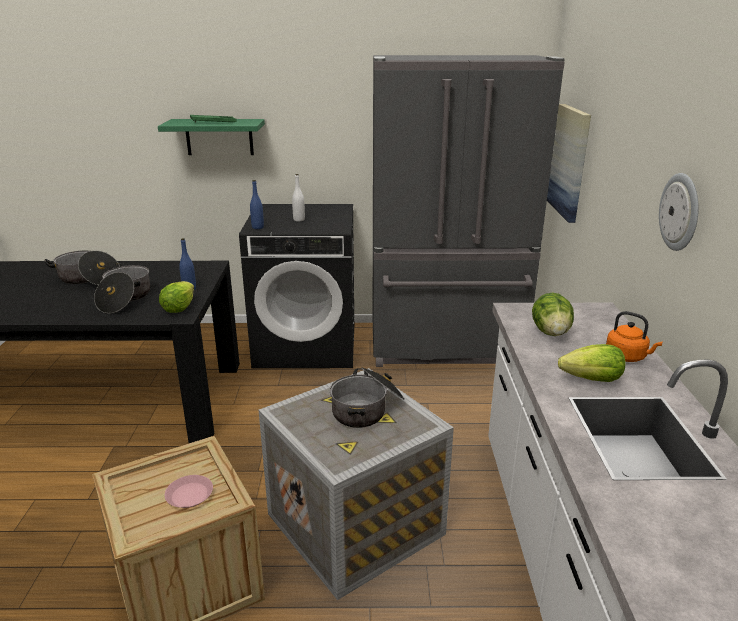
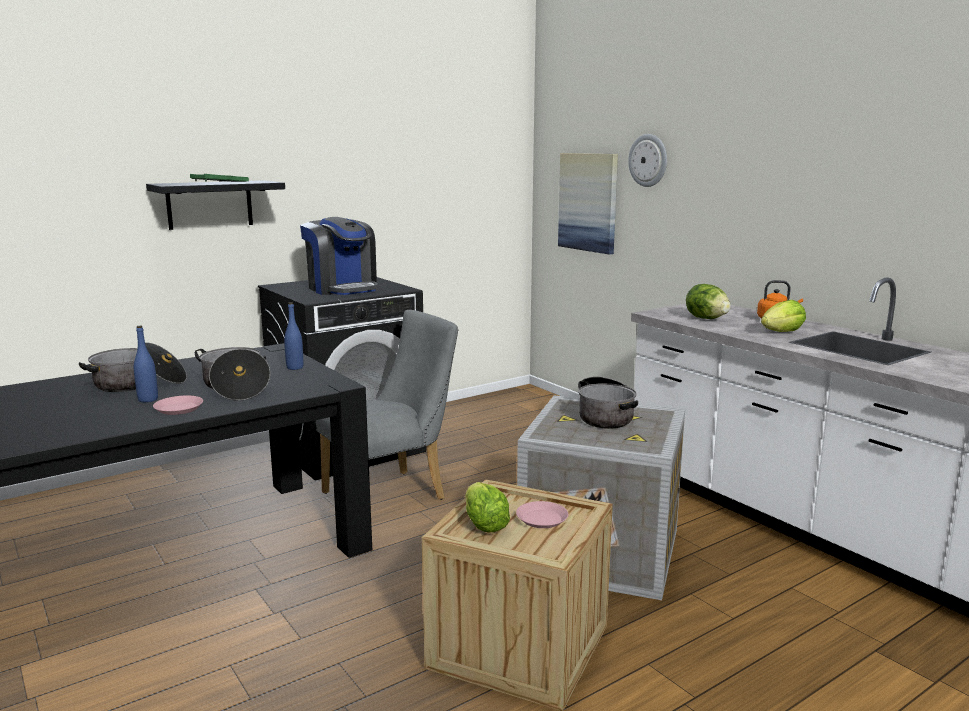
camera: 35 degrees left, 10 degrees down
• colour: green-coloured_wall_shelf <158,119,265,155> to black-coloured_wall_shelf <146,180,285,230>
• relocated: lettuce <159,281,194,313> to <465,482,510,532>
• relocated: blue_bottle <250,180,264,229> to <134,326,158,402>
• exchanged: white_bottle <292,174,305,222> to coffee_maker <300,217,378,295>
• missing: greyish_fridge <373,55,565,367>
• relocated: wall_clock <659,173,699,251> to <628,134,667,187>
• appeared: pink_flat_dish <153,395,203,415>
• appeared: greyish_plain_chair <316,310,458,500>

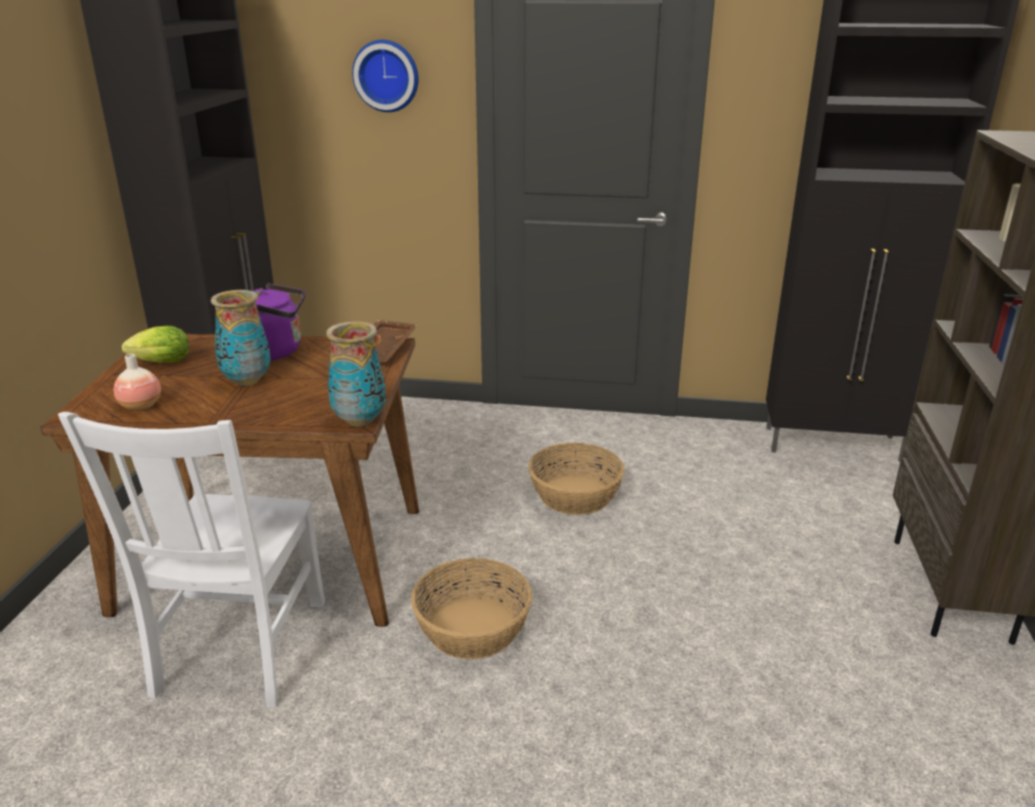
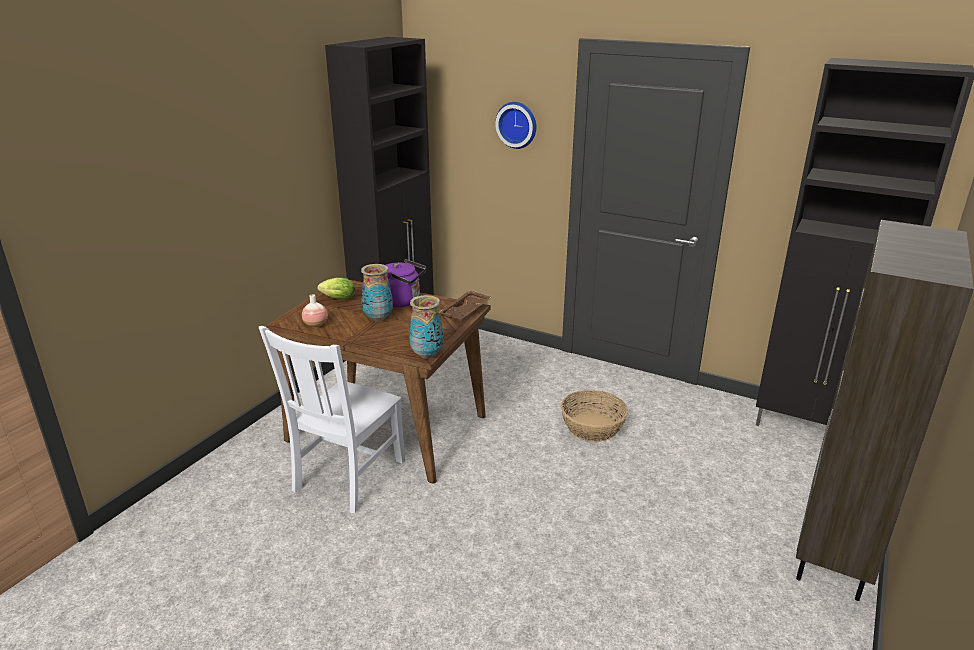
camera: 20 degrees right, 0 degrees up
• missing: storage_basket <411,558,532,659>

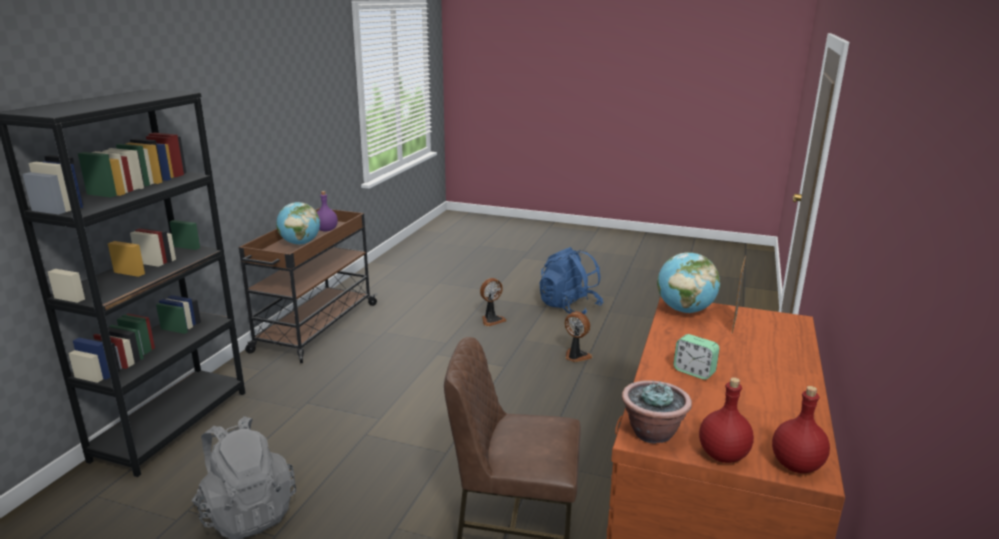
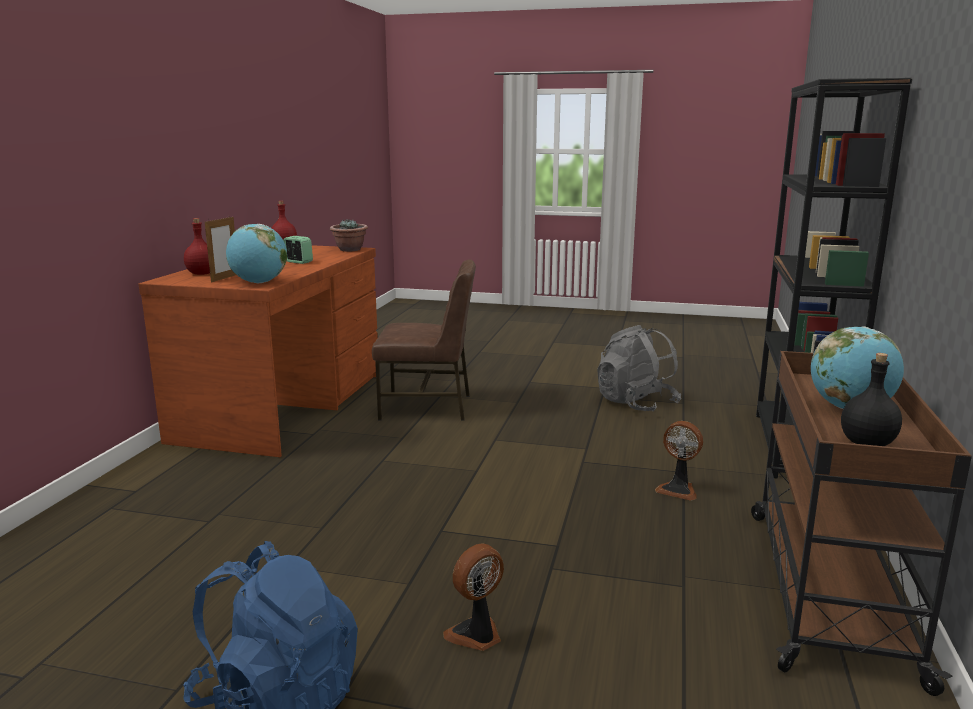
camera: 175 degrees right, 5 degrees down
• colour: purple_bottle <317,191,338,231> to black-coloured_bottle <841,353,902,446>
• relocated: fan <565,311,592,362> to <655,421,703,501>
• relocated: red_bottle <699,377,754,463> to <184,218,210,275>

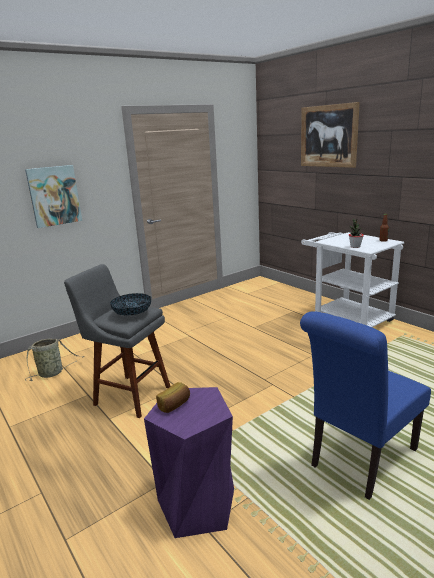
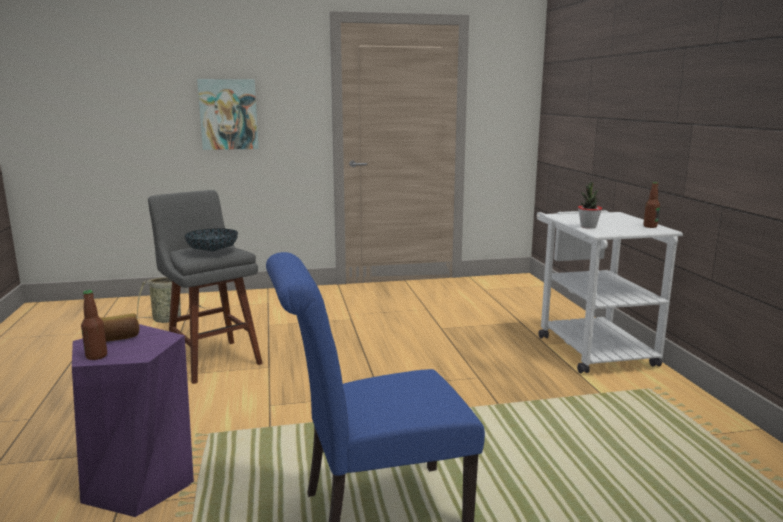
camera: 25 degrees right, 5 degrees down
• missing: picture <301,102,360,168>
• appeared: bottle <81,290,107,360>

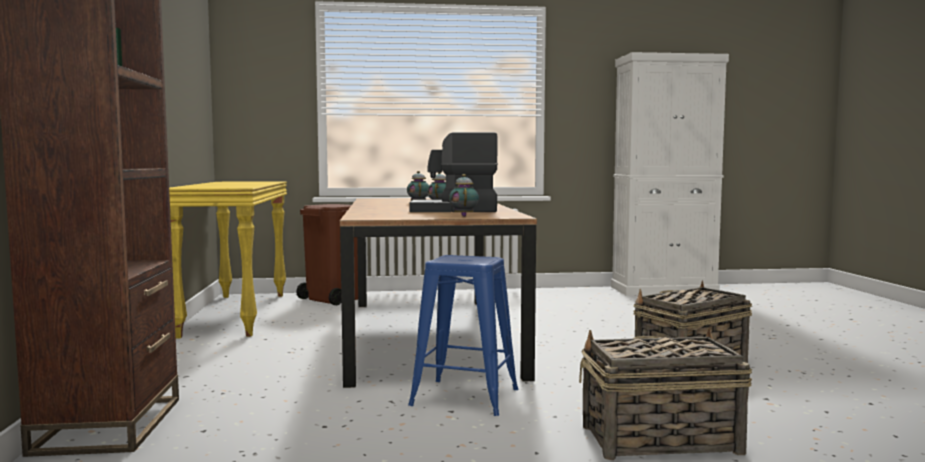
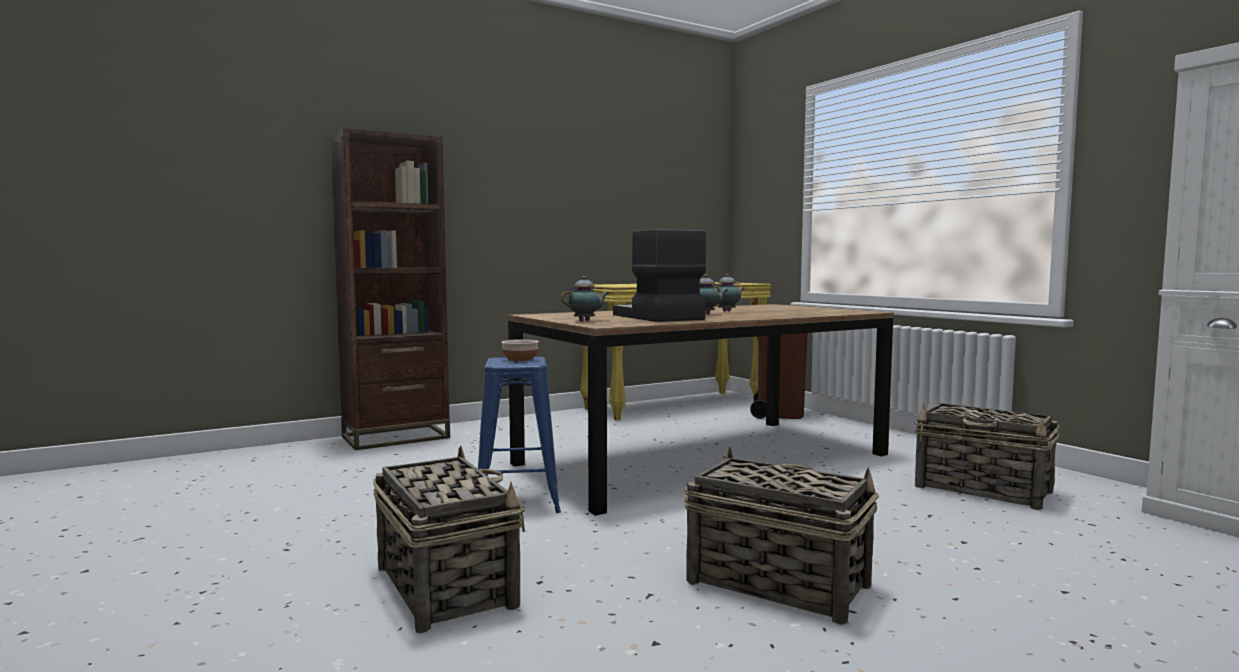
camera: 65 degrees right, 0 degrees up
• appeared: bowl <501,339,539,361>
• appeared: storage_basket <914,403,1060,510>

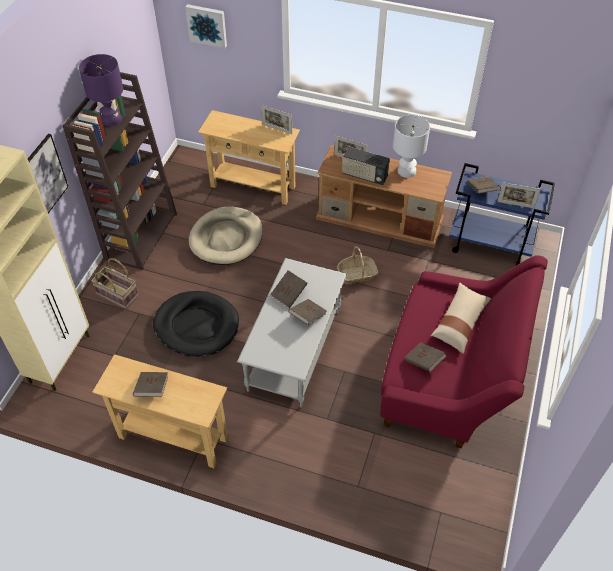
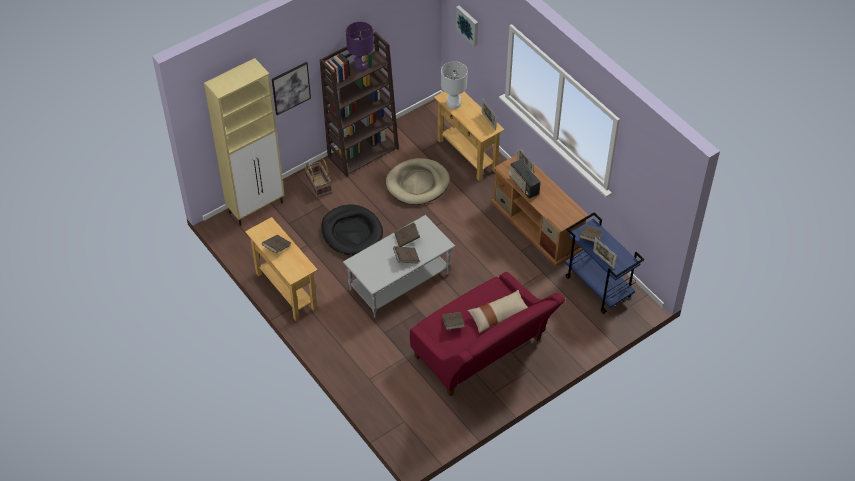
camera: 35 degrees right, 0 degrees up
• missing: storage_basket <337,246,378,284>
• relocated: white_lamp_for_a_table <393,115,430,178> to <441,61,468,109>

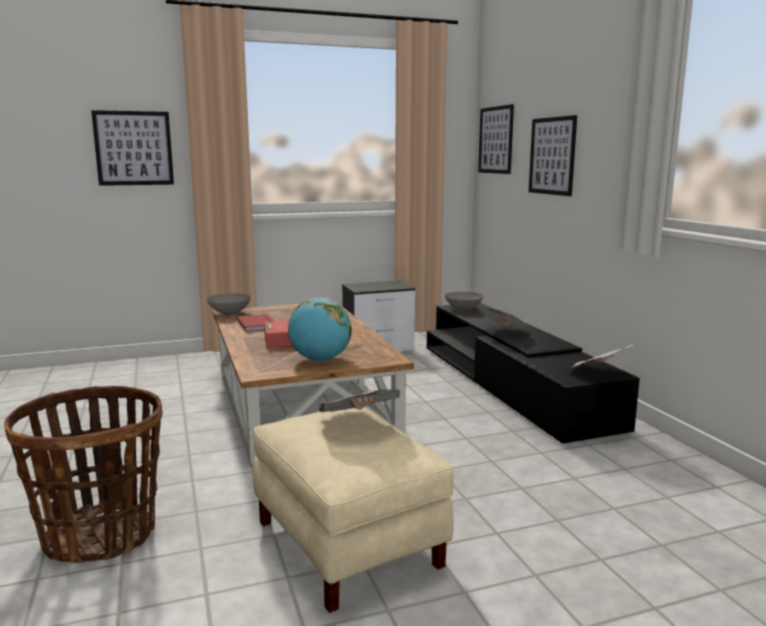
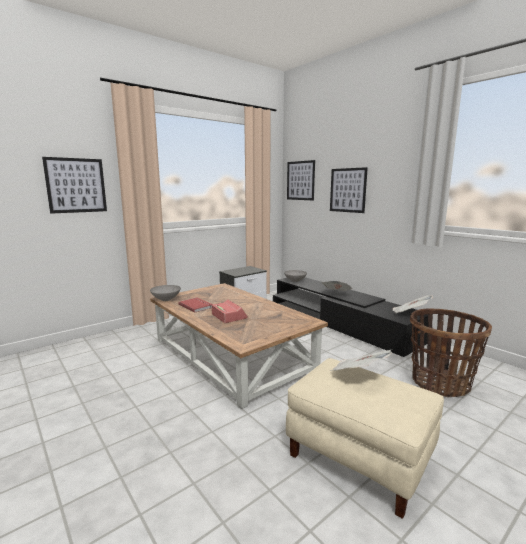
camera: 20 degrees left, 0 degrees up
• relocated: storage_basket <4,386,163,563> to <410,308,492,398>
• missing: world_globe <288,298,352,361>

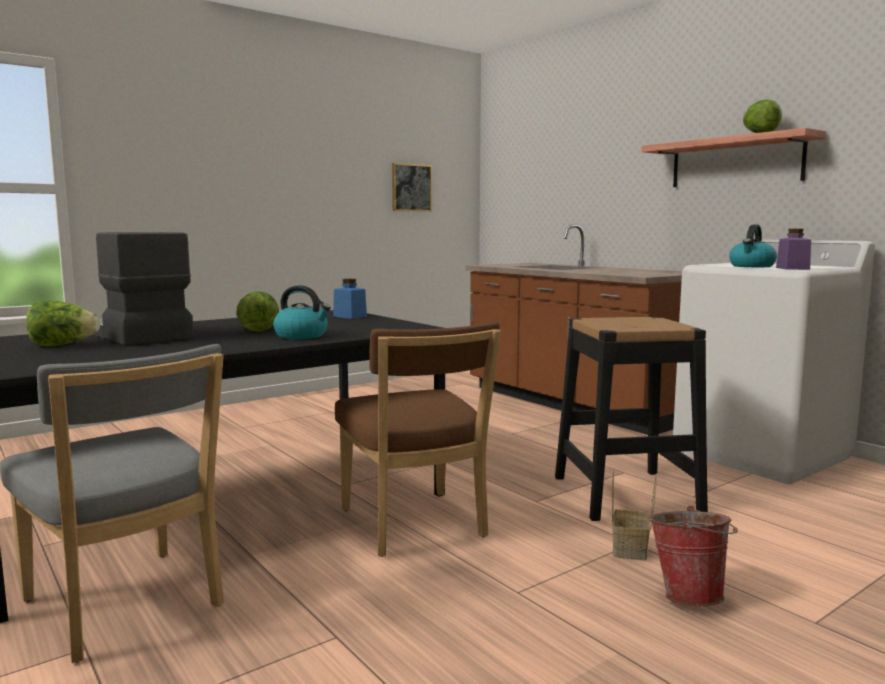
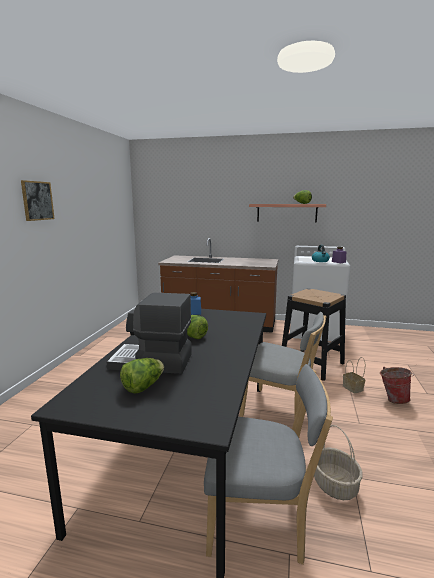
camera: 40 degrees left, 5 degrees up
• missing: tea_kettle <273,285,331,339>
• colour: brown_plain_chair <335,322,501,557> to greyish_plain_chair <240,312,326,420>
• relocated: picture <392,163,432,212> to <21,180,55,221>
• appeared: storage_basket <314,425,363,500>

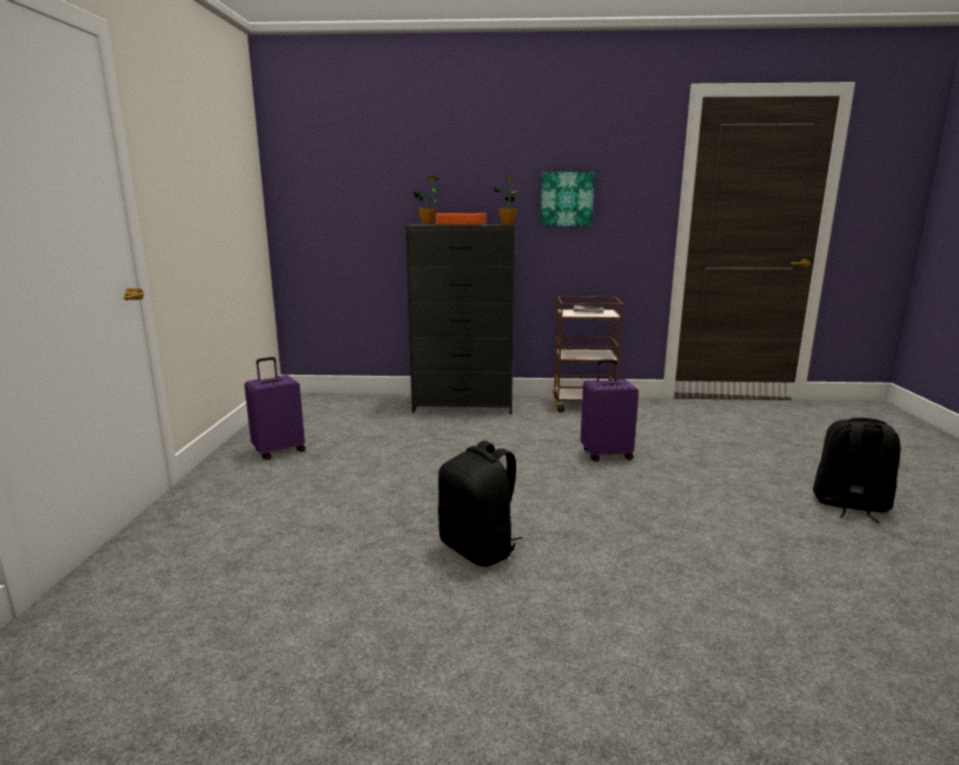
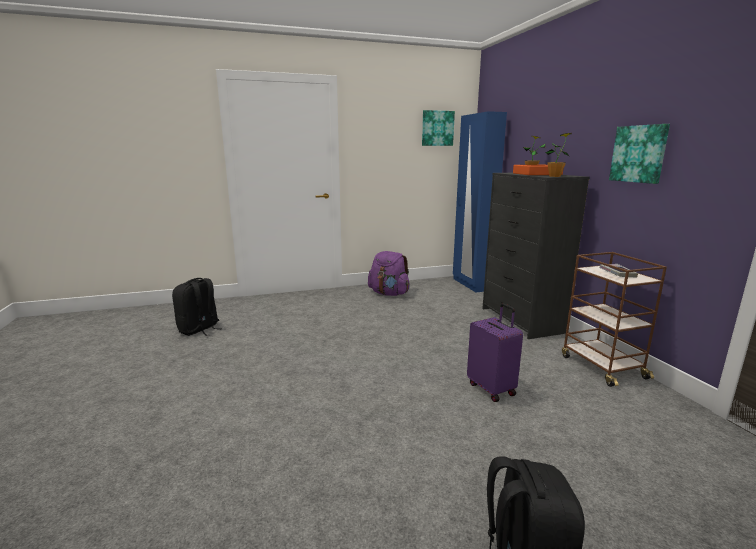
camera: 70 degrees right, 0 degrees up
• exchanged: purple_suitcase <244,357,306,460> to purple_rucksack <368,251,409,296>
• relocated: black-coloured_rucksack <438,441,523,567> to <172,278,221,336>
• appeared: picture <422,110,455,146>
• appeared: blue_clothes_cupboard <453,111,507,293>

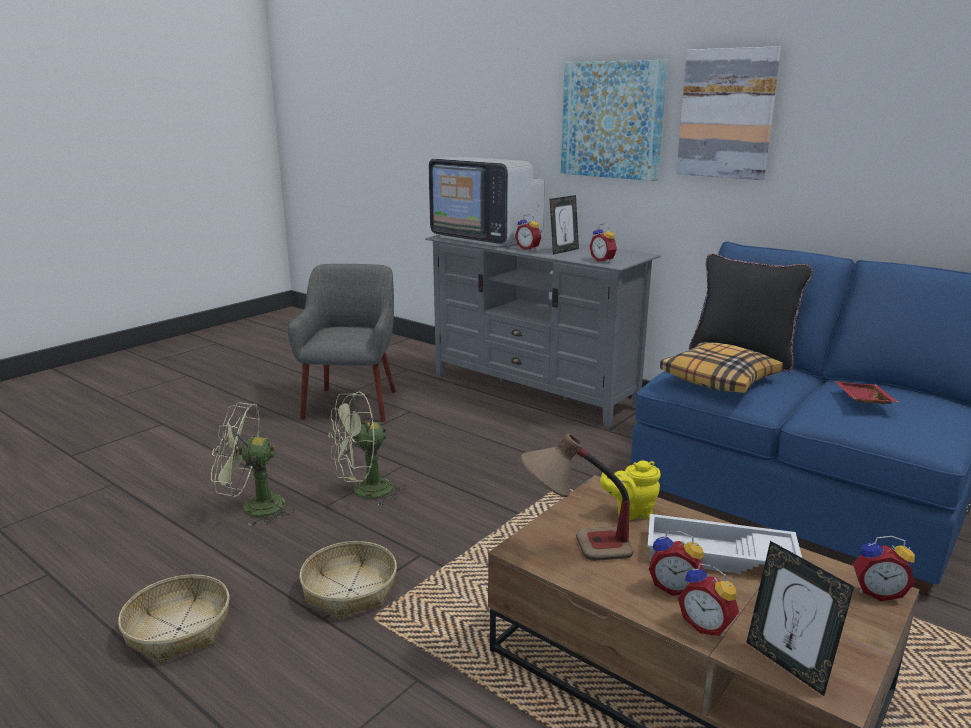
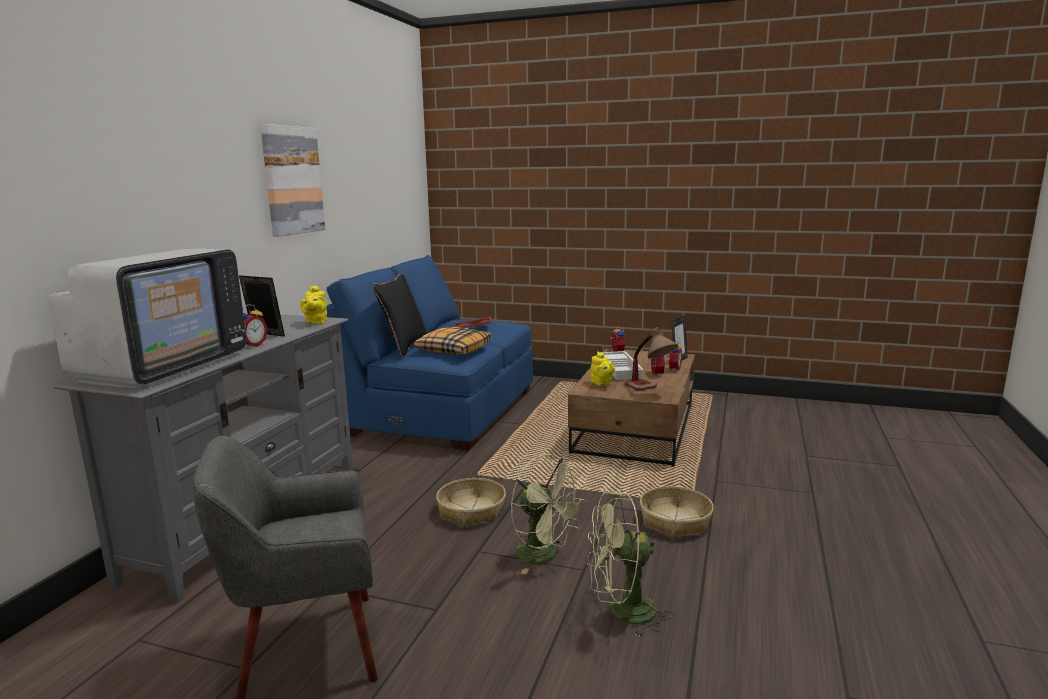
camera: 110 degrees left, 5 degrees down
• relocated: storage_basket <118,574,230,663> to <436,478,506,527>
• spun: green-coloured_fan <211,402,295,526> = <587,492,673,638> 105 degrees clockwise
• missing: picture <561,60,668,181>
• exchanged: table_clock <589,224,617,263> to yellowish_pot_for_tea <300,285,327,325>

